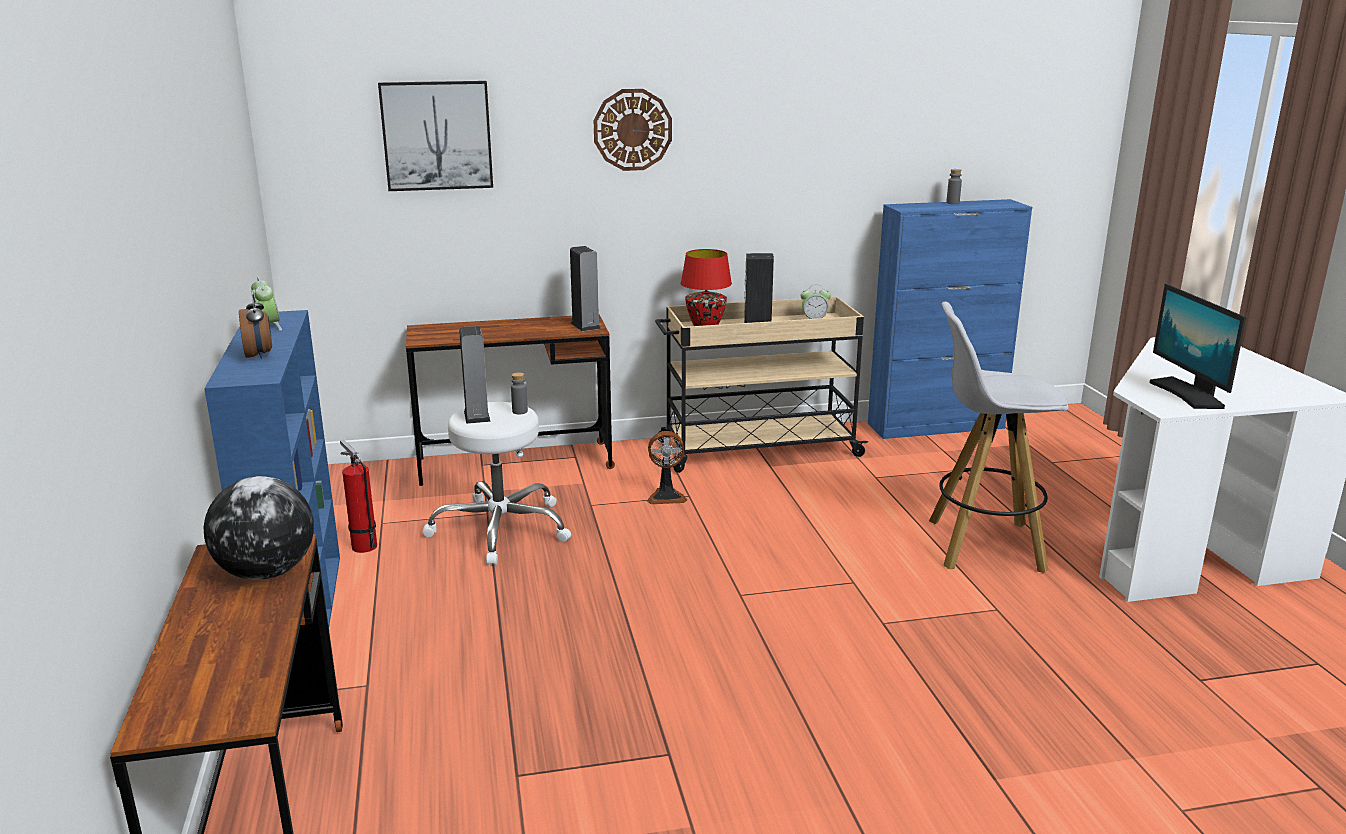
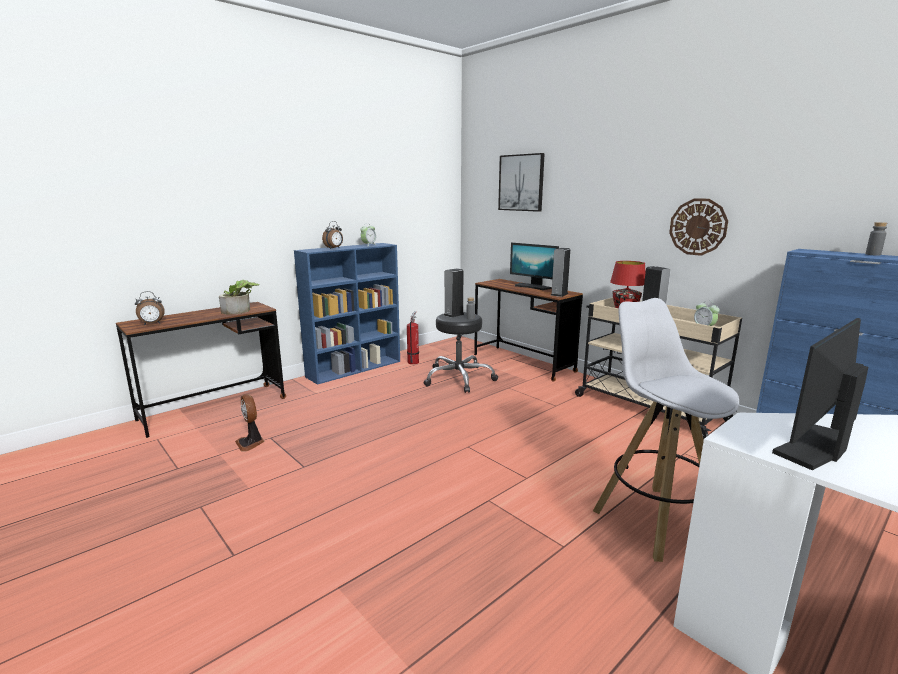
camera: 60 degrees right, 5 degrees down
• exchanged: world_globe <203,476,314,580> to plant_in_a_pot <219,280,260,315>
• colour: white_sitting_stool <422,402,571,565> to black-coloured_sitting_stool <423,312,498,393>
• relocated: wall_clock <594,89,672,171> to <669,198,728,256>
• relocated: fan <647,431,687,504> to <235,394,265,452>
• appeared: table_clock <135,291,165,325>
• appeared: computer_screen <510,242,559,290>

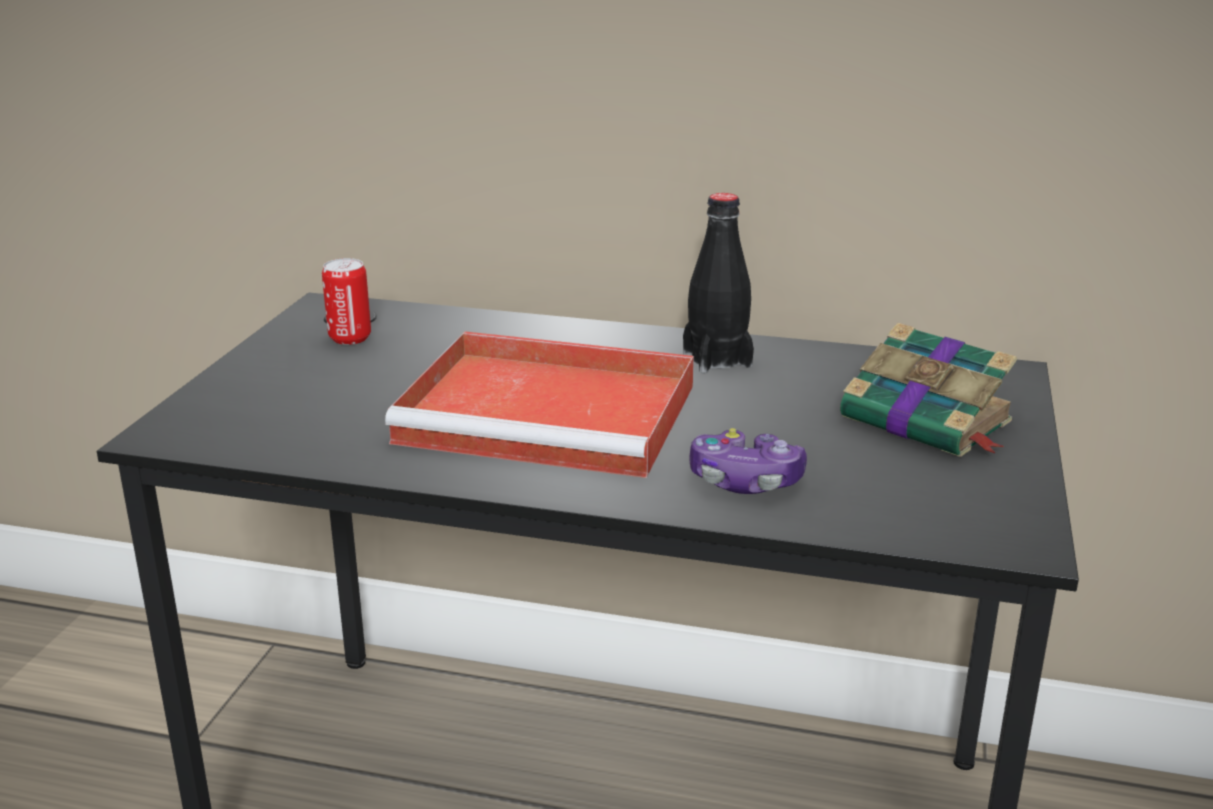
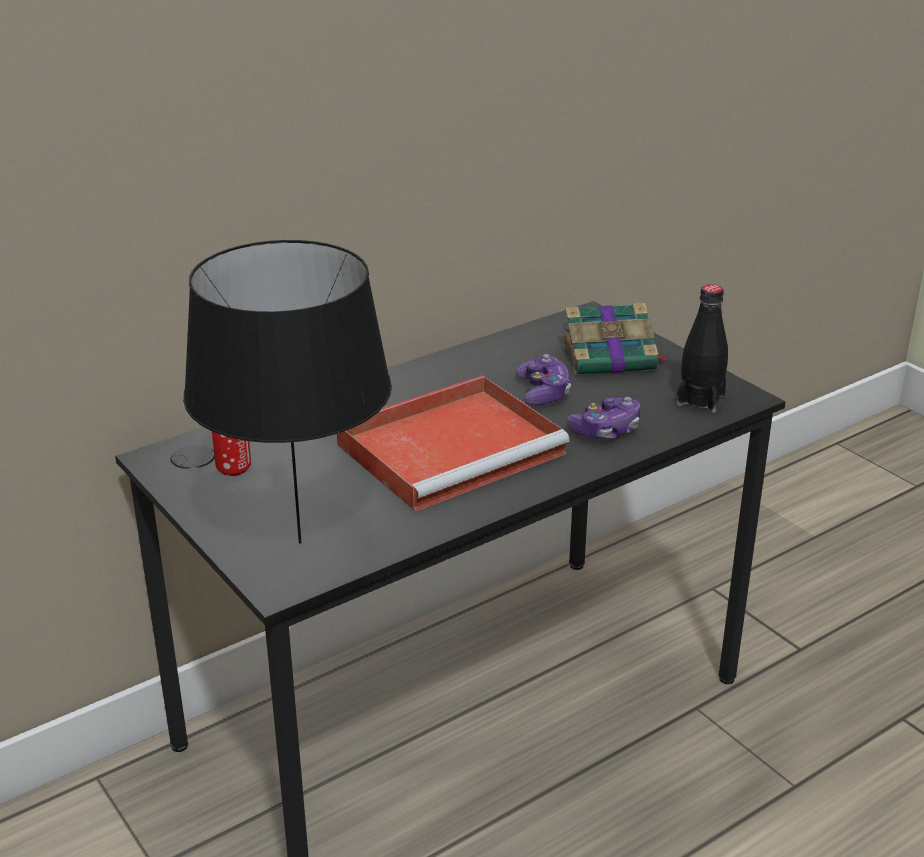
camera: 50 degrees left, 5 degrees up
• relocated: black-coloured_bottle <683,193,754,373> to <677,284,728,413>
• appeared: black-coloured_lamp_for_a_table <183,240,392,544>
• appeared: gamepad <516,354,571,406>

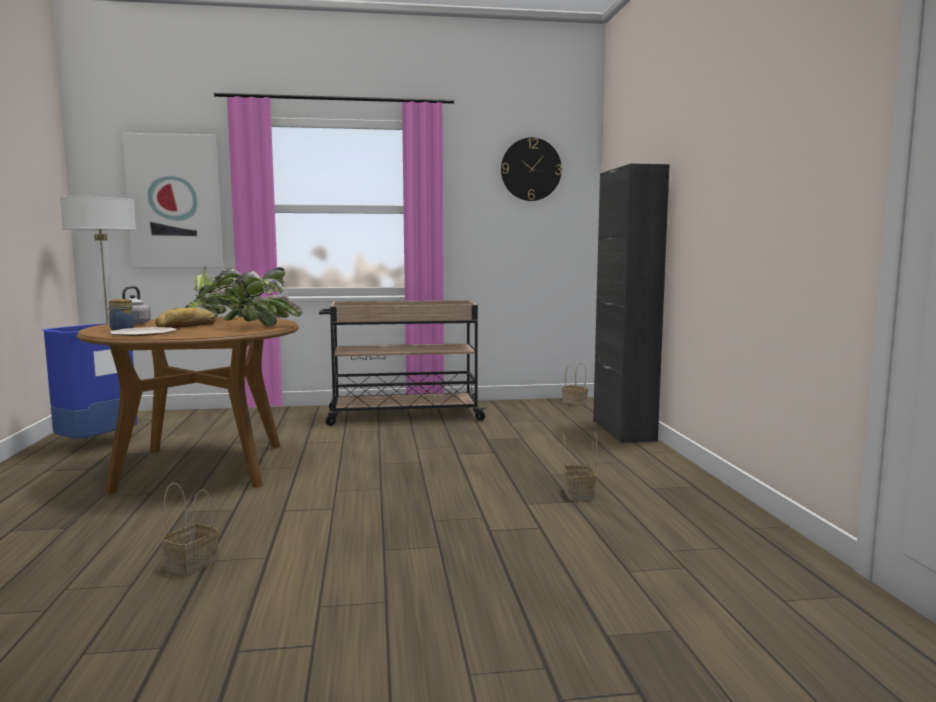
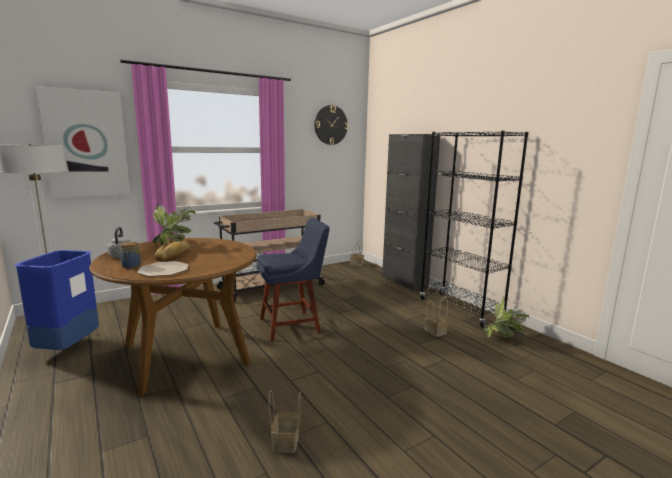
camera: 25 degrees left, 5 degrees up
• relocated: plant_in_a_pot <223,267,302,326> to <484,298,529,338>
• appeared: blue_plain_chair <256,218,330,341>
• appeared: black-coloured_bookcase <420,131,529,327>

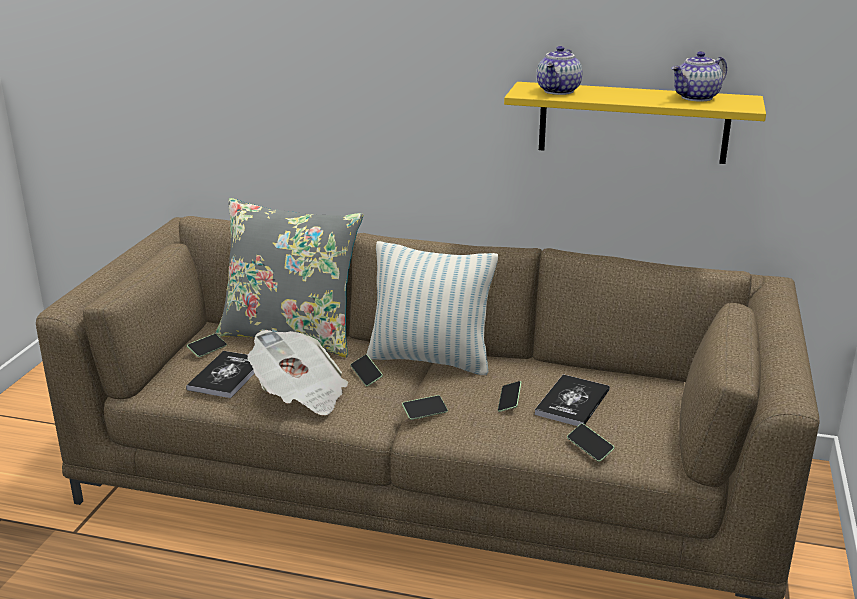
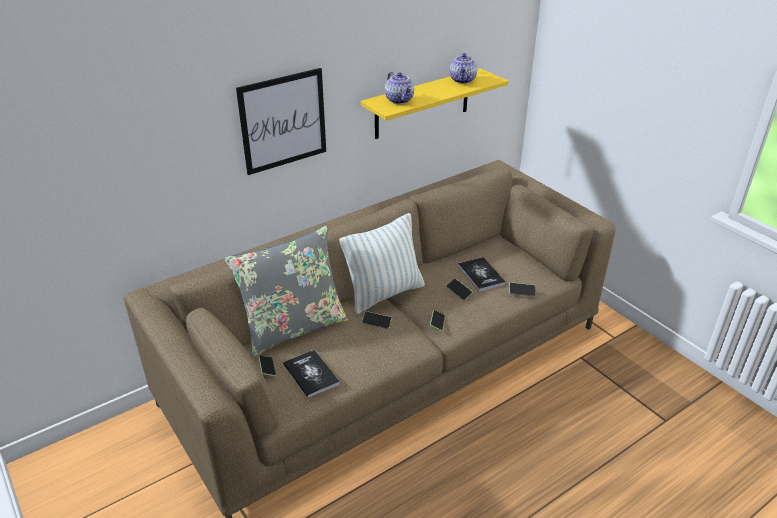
camera: 50 degrees left, 10 degrees up
• missing: printed_paper <247,330,348,415>
• appeared: picture <236,68,326,175>

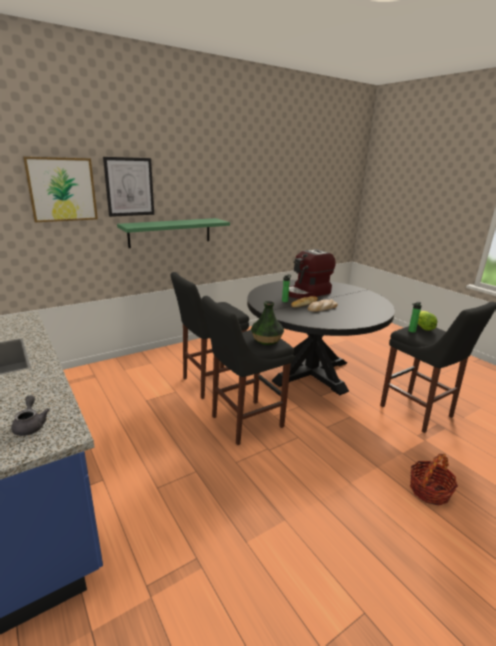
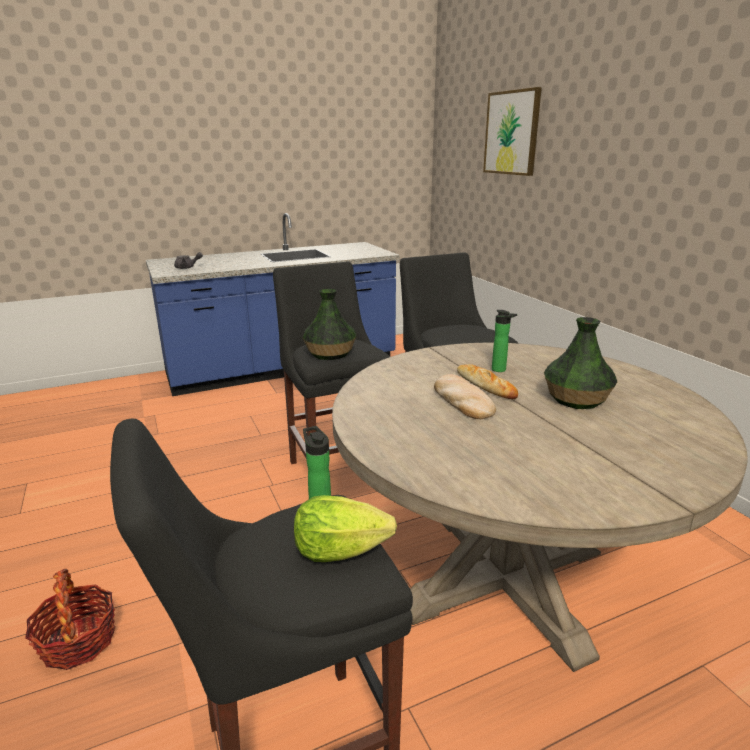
camera: 100 degrees right, 0 degrees up
• missing: picture <103,157,154,217>
• missing: green-coloured_wall_shelf <117,218,230,248>
• colour: black-coloured_dining_table <247,280,395,395> to beige-coloured_dining_table <332,343,748,672>
• exchanged: coffee_maker <289,249,336,299> to decorative_vase <544,317,617,409>

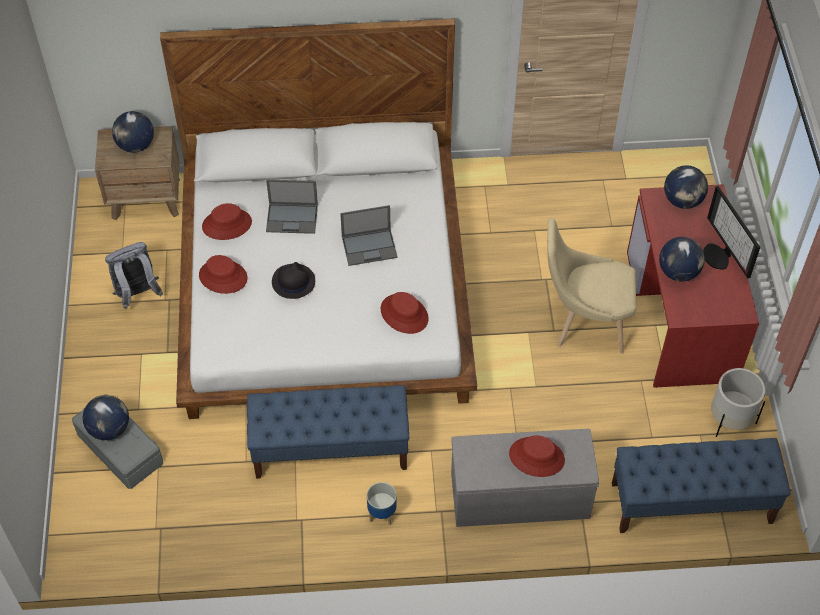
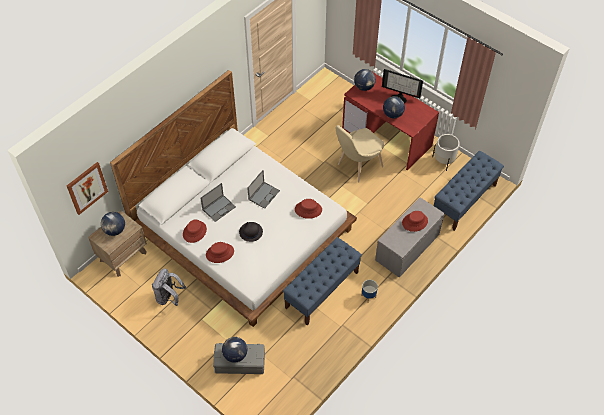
camera: 45 degrees left, 0 degrees up
• appeared: picture <67,162,108,215>

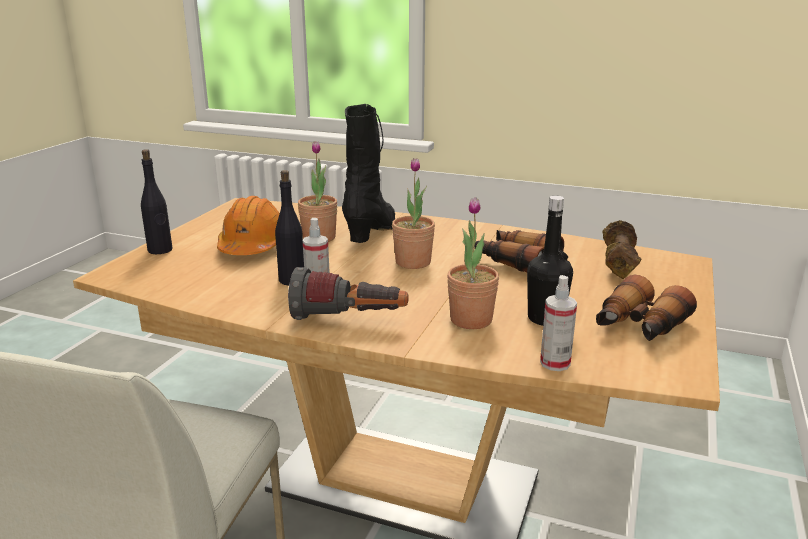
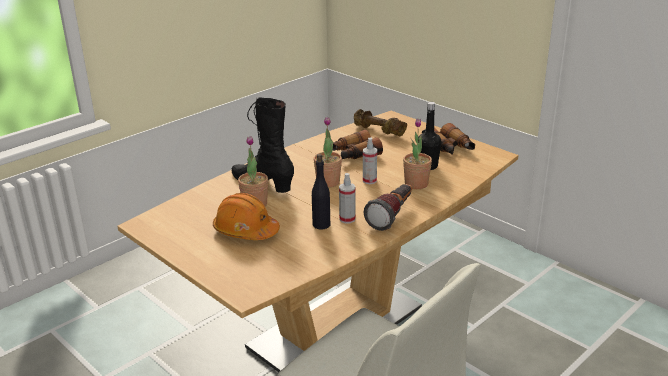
camera: 65 degrees left, 5 degrees up
• missing: black-coloured_bottle <141,149,172,254>
• relocated: spray_bottle <540,275,577,371> to <363,138,377,184>

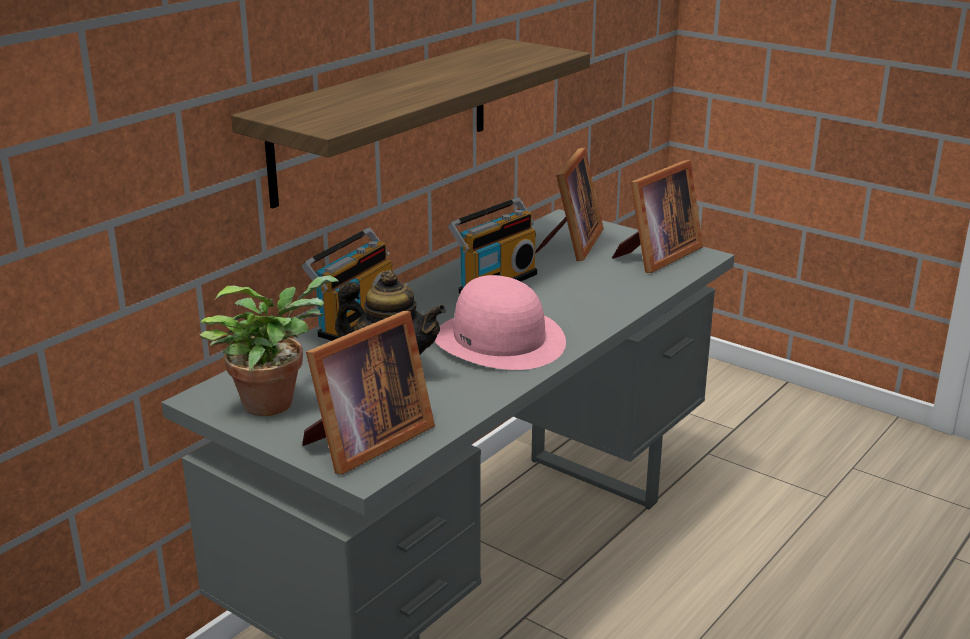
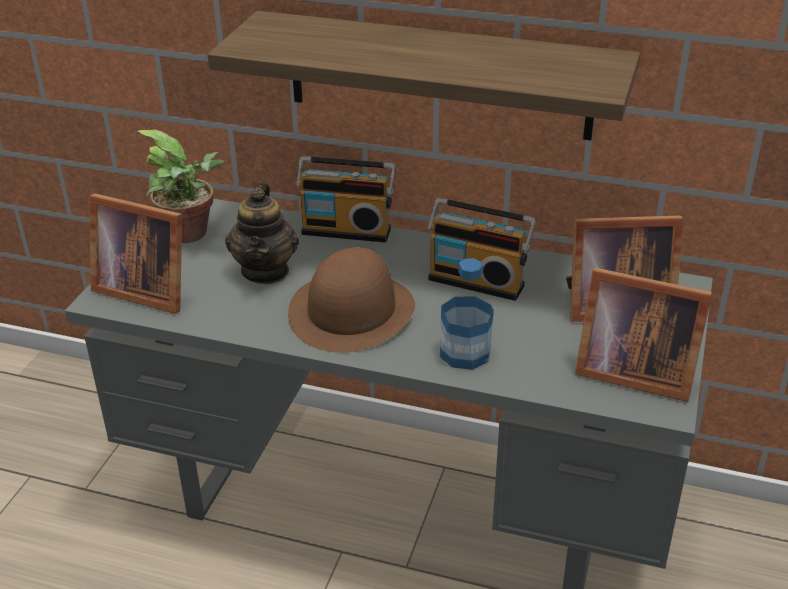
camera: 70 degrees right, 10 degrees up
• colour: pink_hat <435,275,566,370> to brown_hat <288,247,415,353>
• appeared: bottle <440,258,494,370>

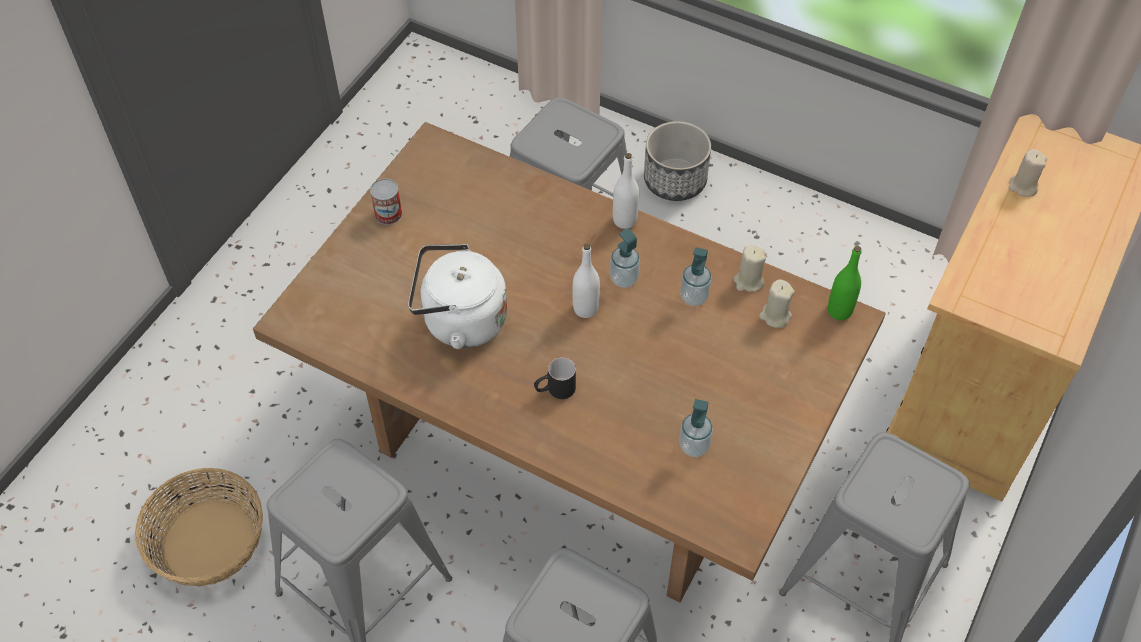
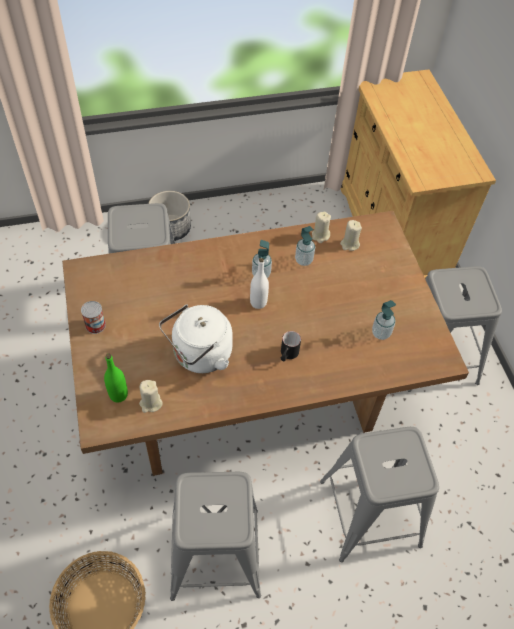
camera: 45 degrees left, 0 degrees up
• missing: white_bottle <613,153,639,229>
• relocated: green-coloured_bottle <828,246,862,320> to <104,354,128,402>
• relocated: beige-coloured_wax_candle <1009,149,1047,197> to <139,380,163,413>

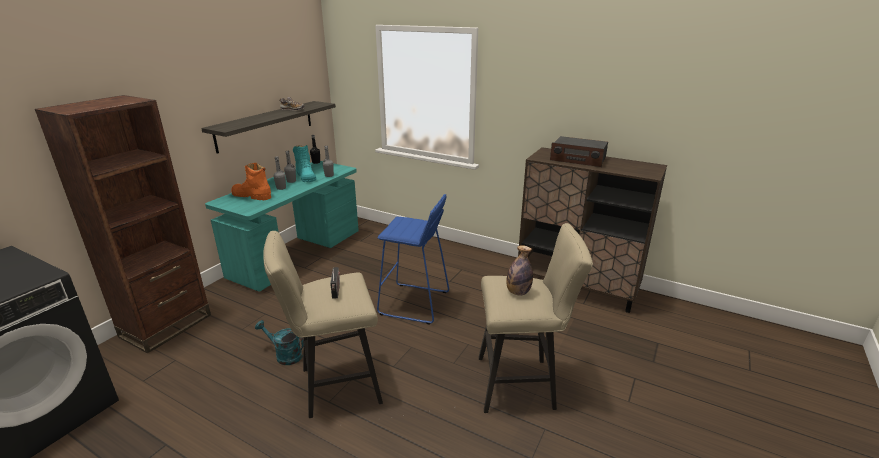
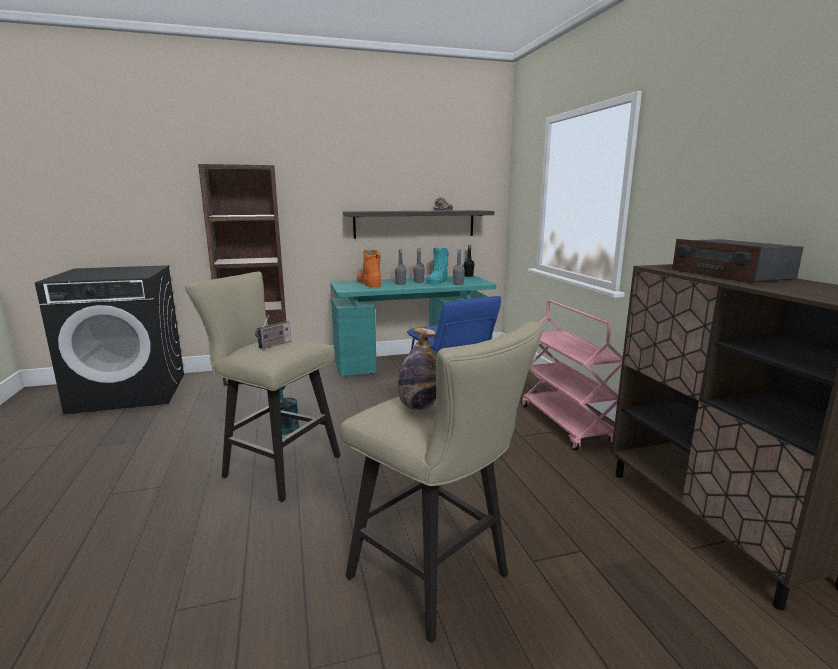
camera: 45 degrees right, 10 degrees down
• appeared: pink_wheeled_cart <522,300,623,450>

